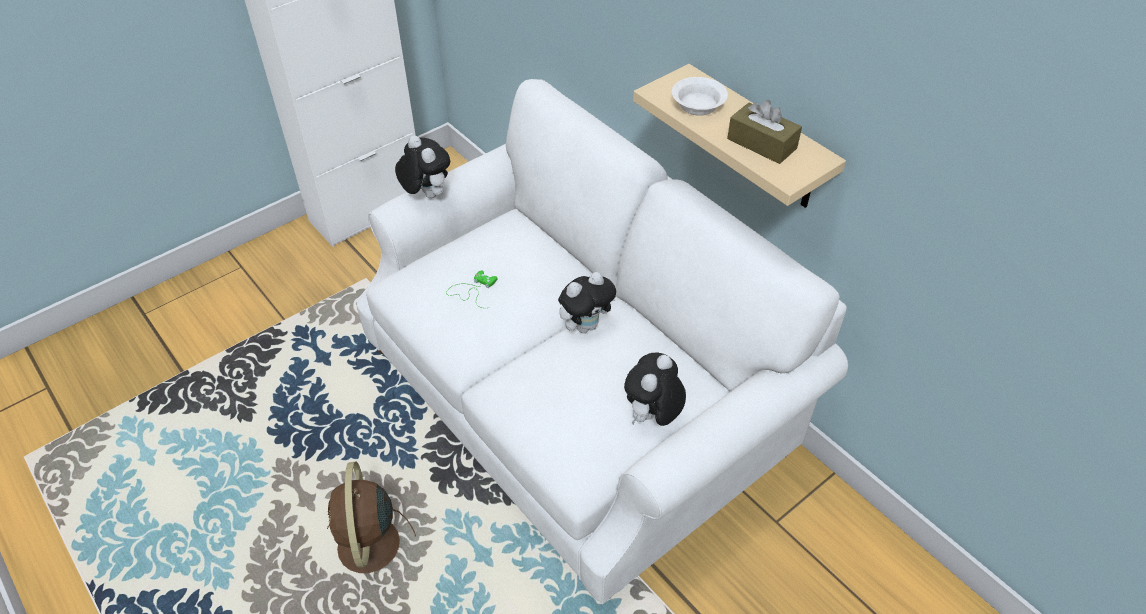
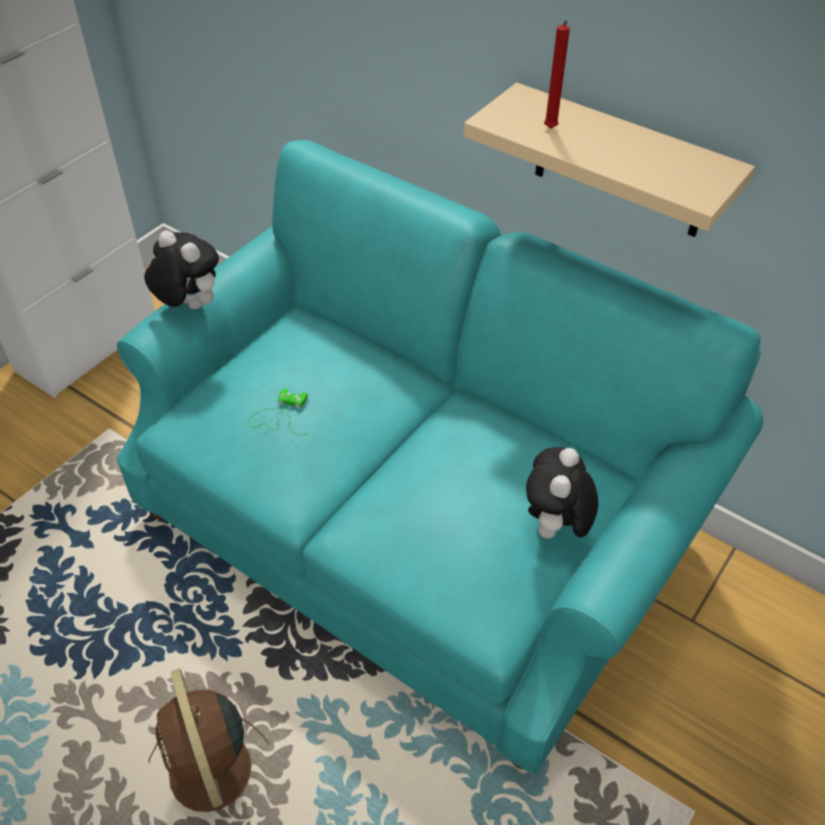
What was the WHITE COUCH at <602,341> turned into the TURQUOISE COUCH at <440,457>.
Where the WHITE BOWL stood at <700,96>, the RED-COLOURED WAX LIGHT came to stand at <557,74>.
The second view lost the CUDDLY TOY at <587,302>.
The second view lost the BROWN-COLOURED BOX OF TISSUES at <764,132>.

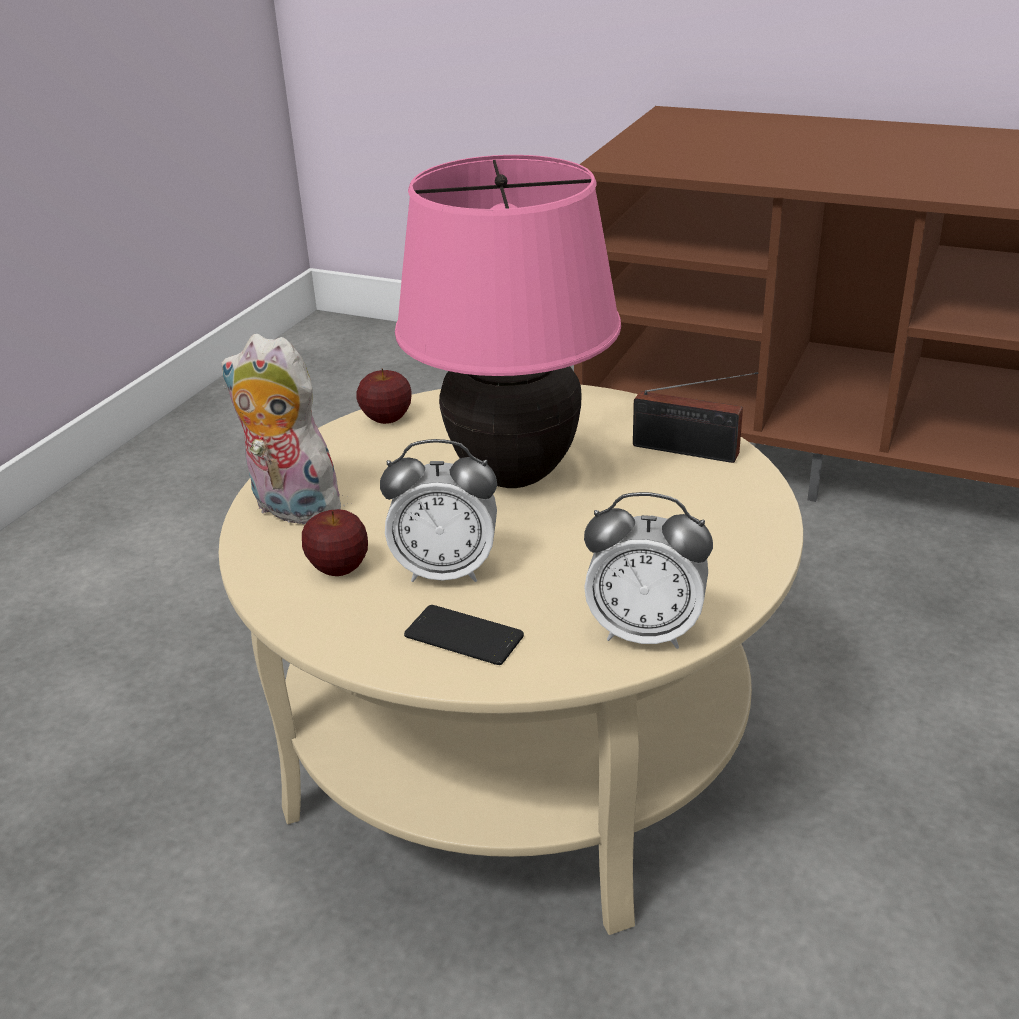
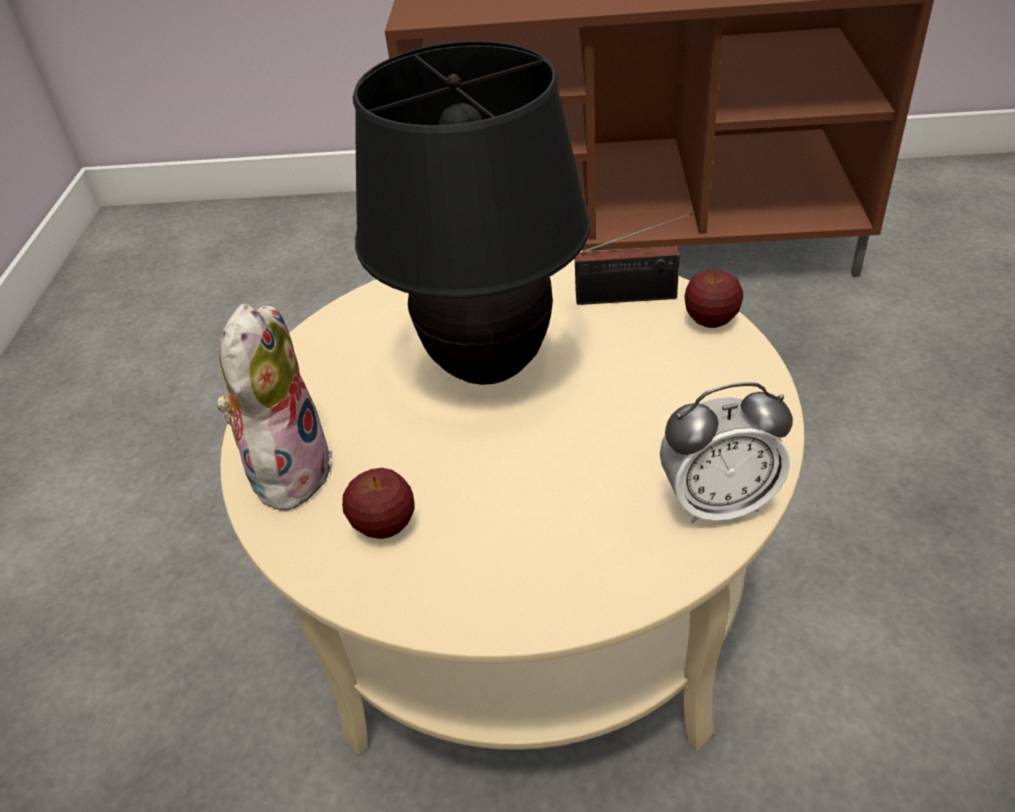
The CUDDLY TOY at <286,430> ended up facing another way, 90 degrees clockwise from before.
What was the PINKISH TABLE LAMP at <508,321> turned into the BLACK-COLOURED TABLE LAMP at <471,213>.
The APPLE FRUIT ended up elsewhere, having gone from <384,396> to <713,299>.
The second view lost the ALARM CLOCK at <438,510>.
The second view lost the HANDSET at <464,635>.

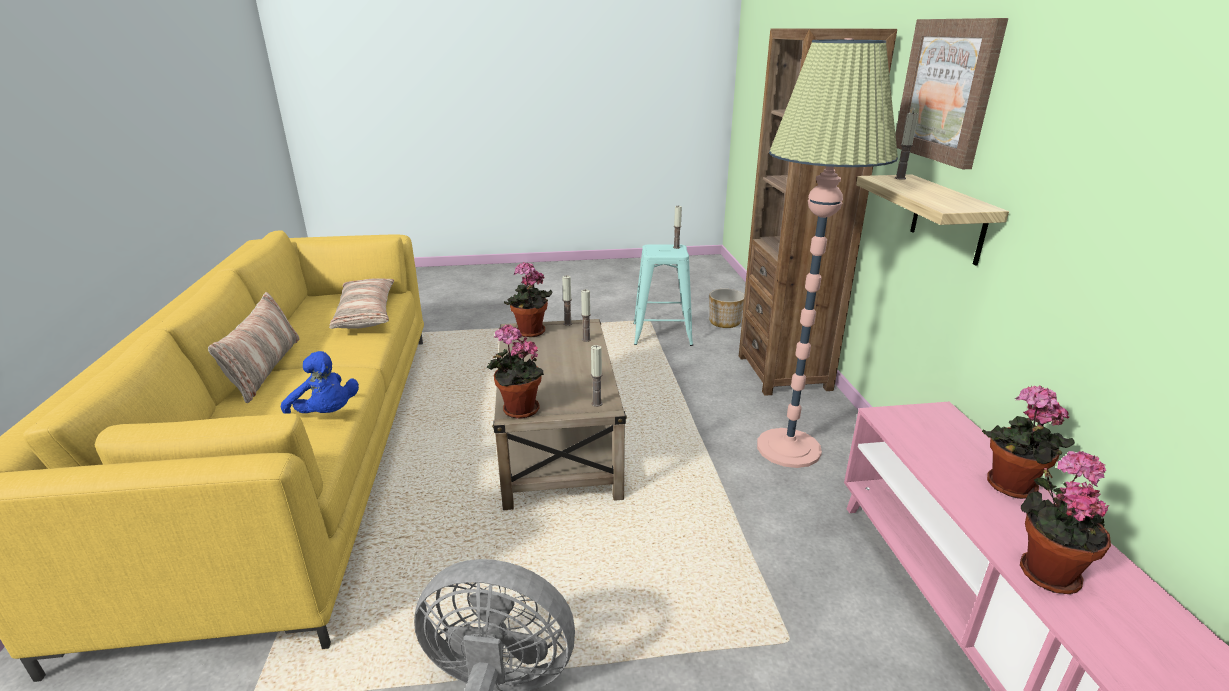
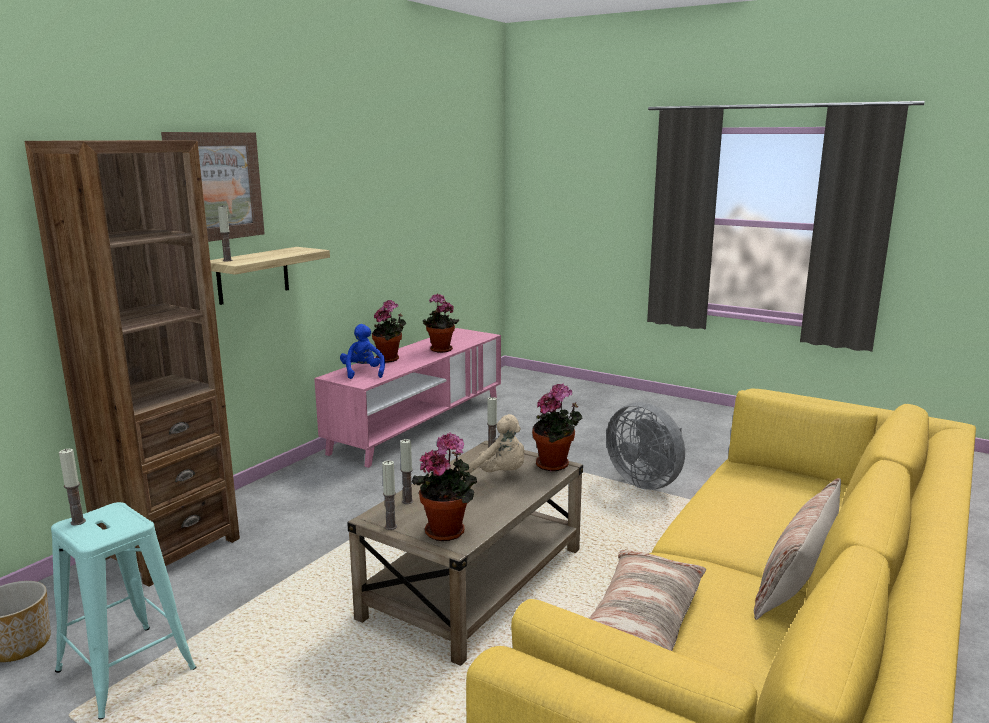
The BLUE CUDDLY TOY ended up elsewhere, having gone from <320,382> to <362,351>.
The second view gained the SAND-COLOURED CUDDLY TOY at <494,443>.
The second view lost the STANDING LAMP at <827,253>.

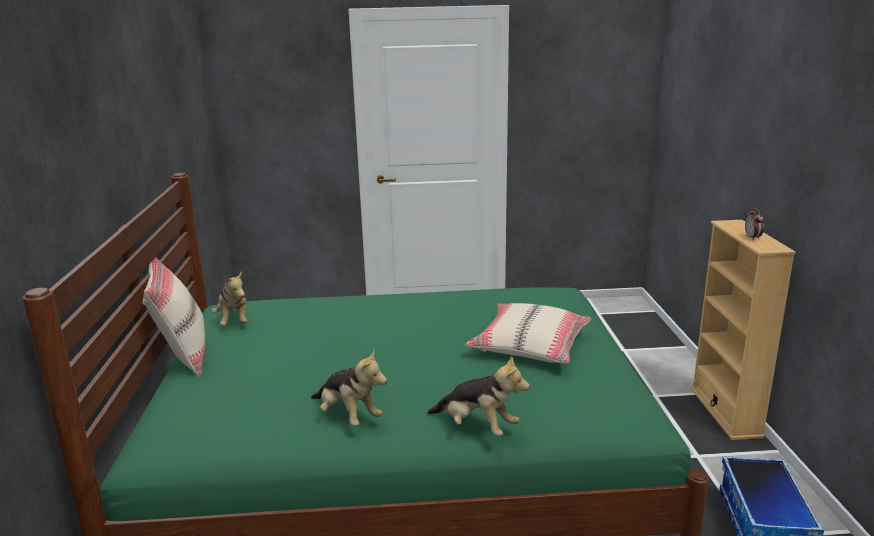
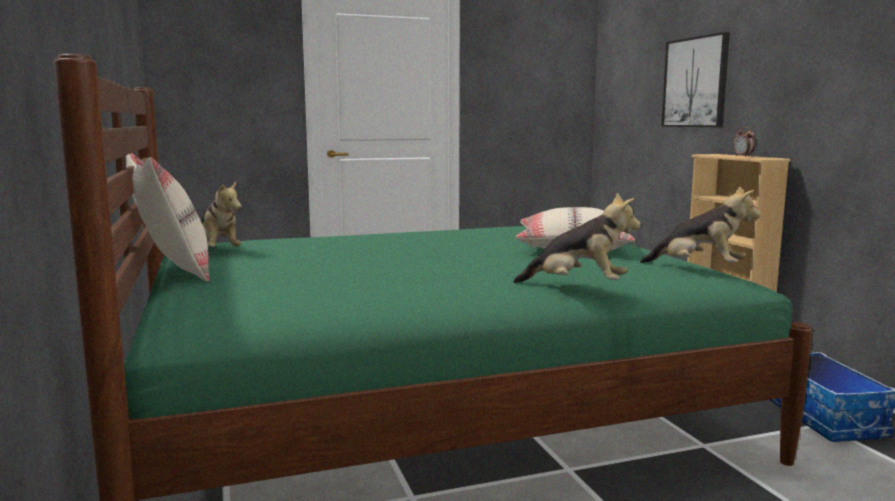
The CUDDLY TOY ended up elsewhere, having gone from <349,388> to <700,224>.
The second view gained the WALL ART at <695,79>.

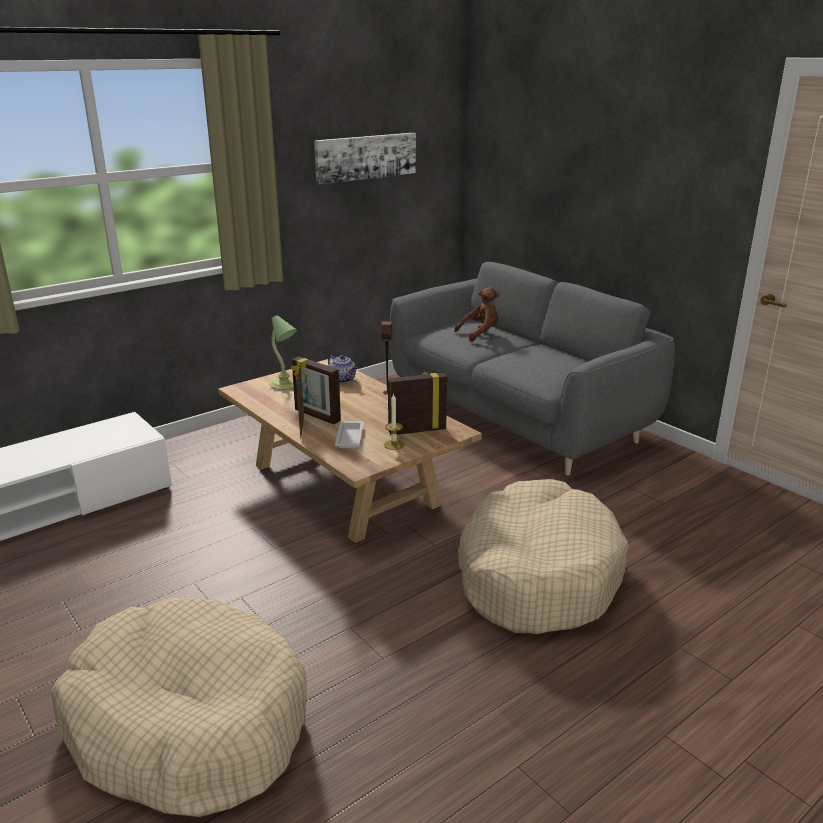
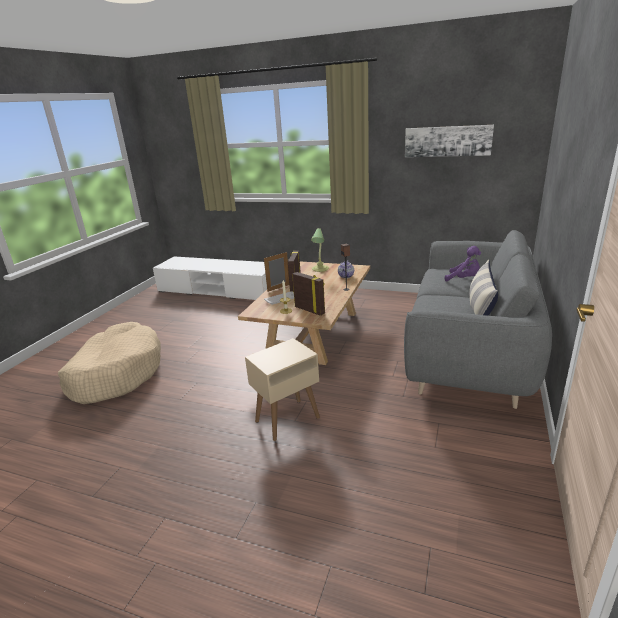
Where the SAND-COLOURED DOG CUSHION stood at <543,556>, the SAND-COLOURED END TABLE came to stand at <282,389>.
What was the BROWN-COLOURED CUDDLY TOY at <477,314> turned into the PURPLE CUDDLY TOY at <463,264>.
The second view gained the PILLOW at <483,288>.

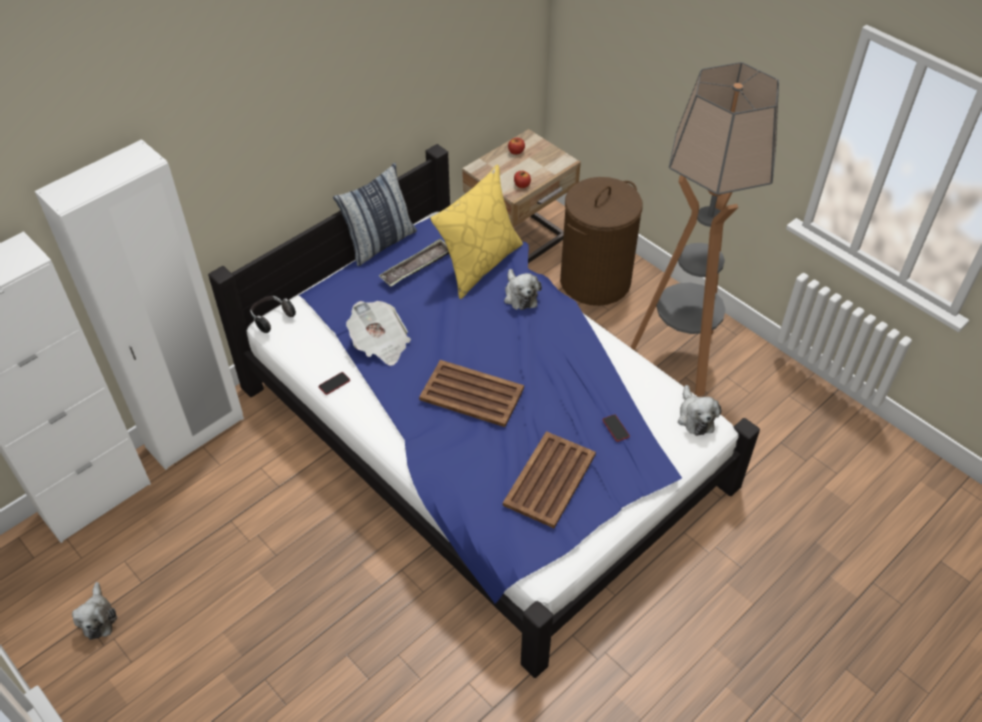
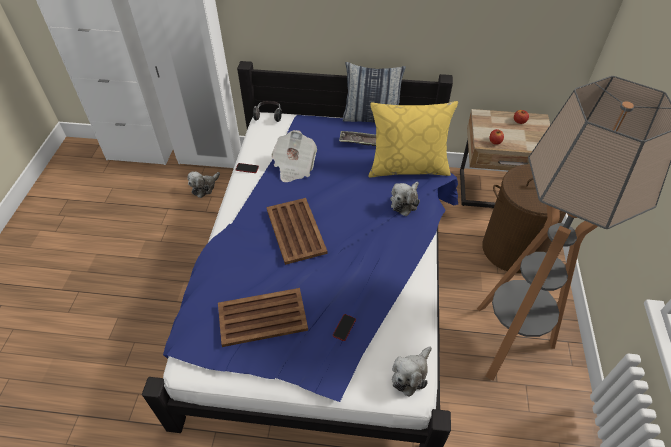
The CUDDLY TOY ended up elsewhere, having gone from <94,611> to <203,185>.

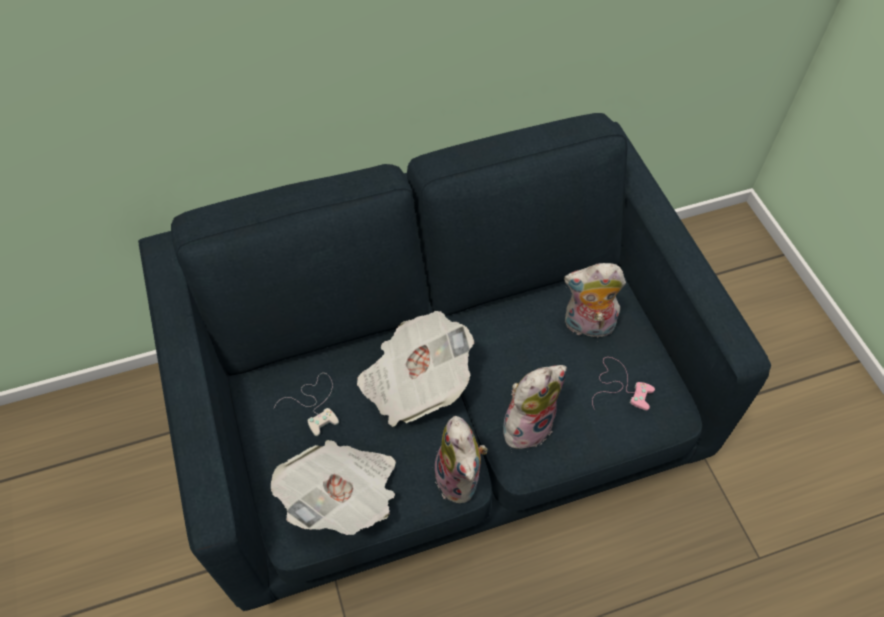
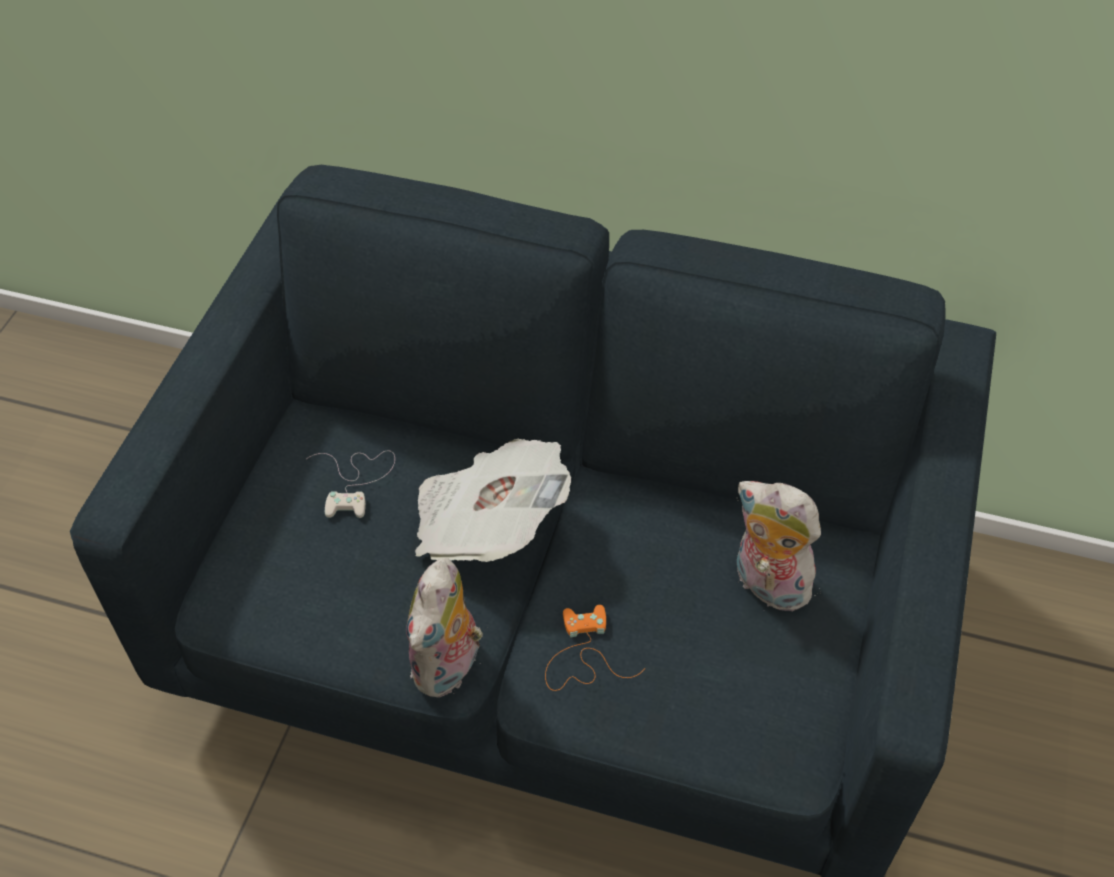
Where the CUDDLY TOY stood at <535,407>, the ORANGE JOYPAD came to stand at <595,648>.
The second view lost the DAILY PAPER at <333,487>.
The second view lost the PINKISH JOYPAD at <623,384>.

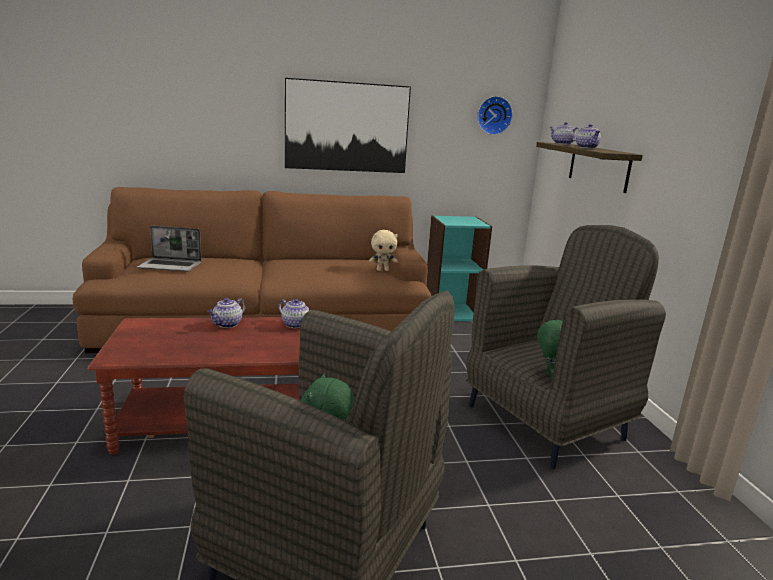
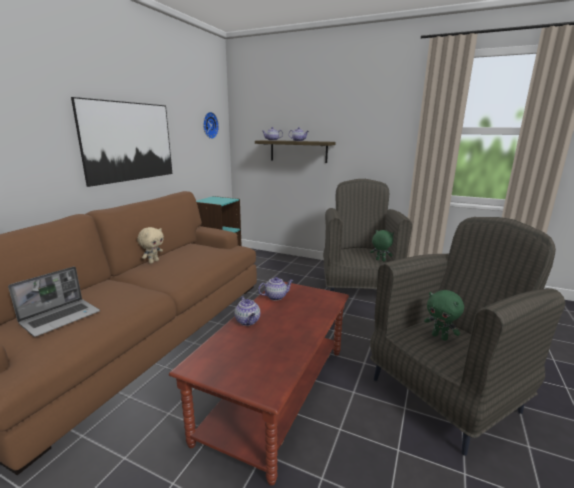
The SAND-COLOURED CUDDLY TOY ended up elsewhere, having gone from <383,250> to <150,245>.

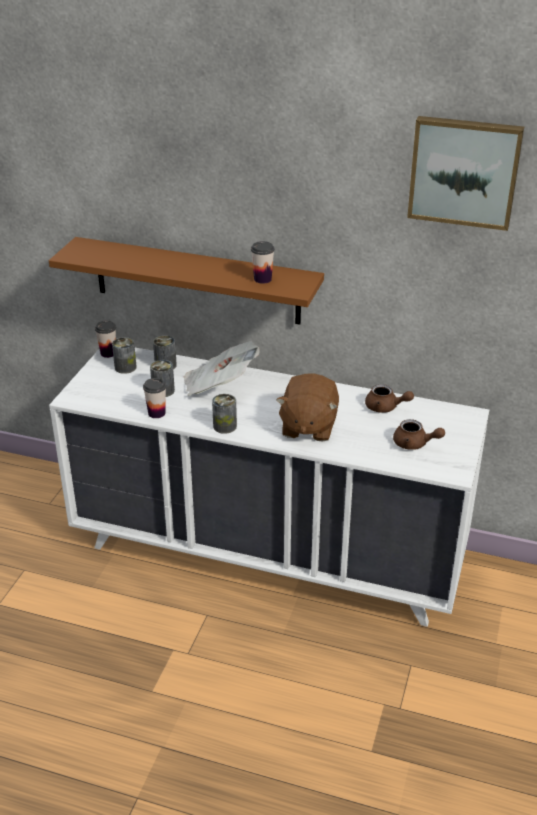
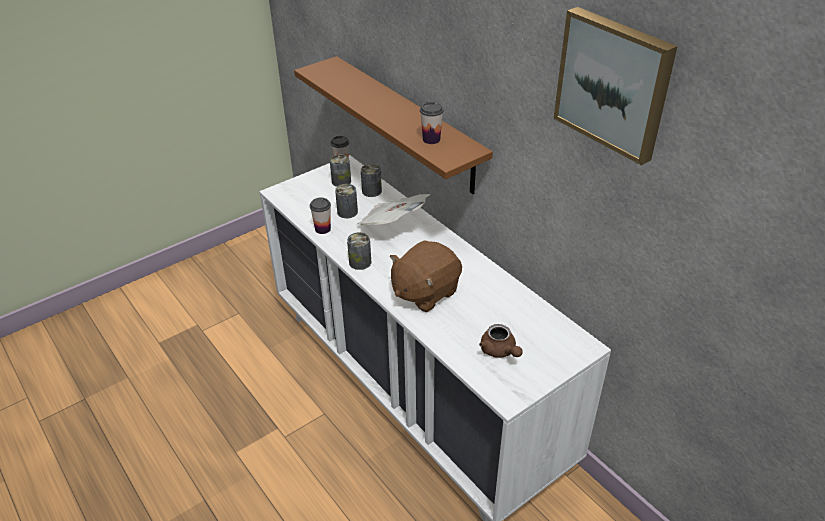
The second view lost the BROWN-COLOURED TEA POT at <389,398>.

